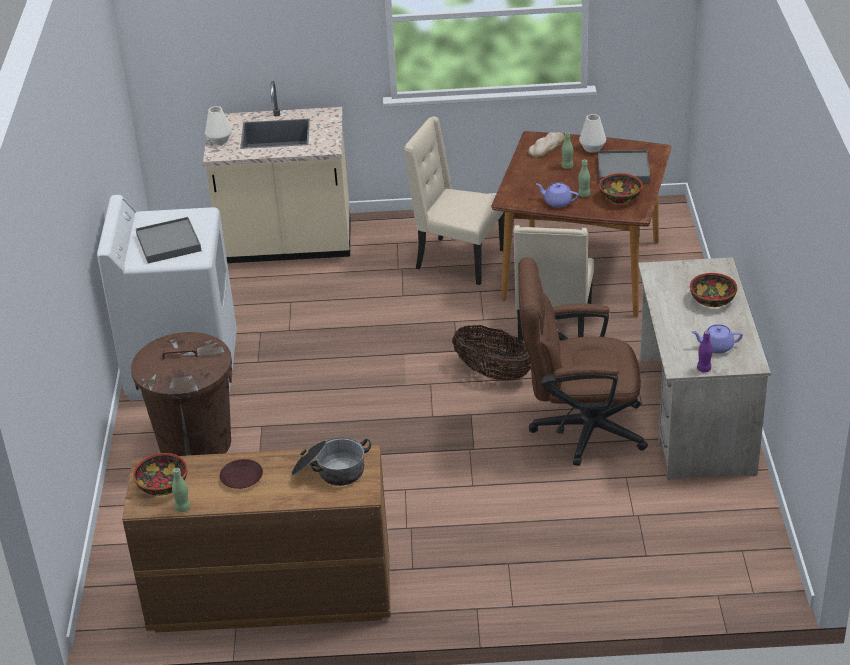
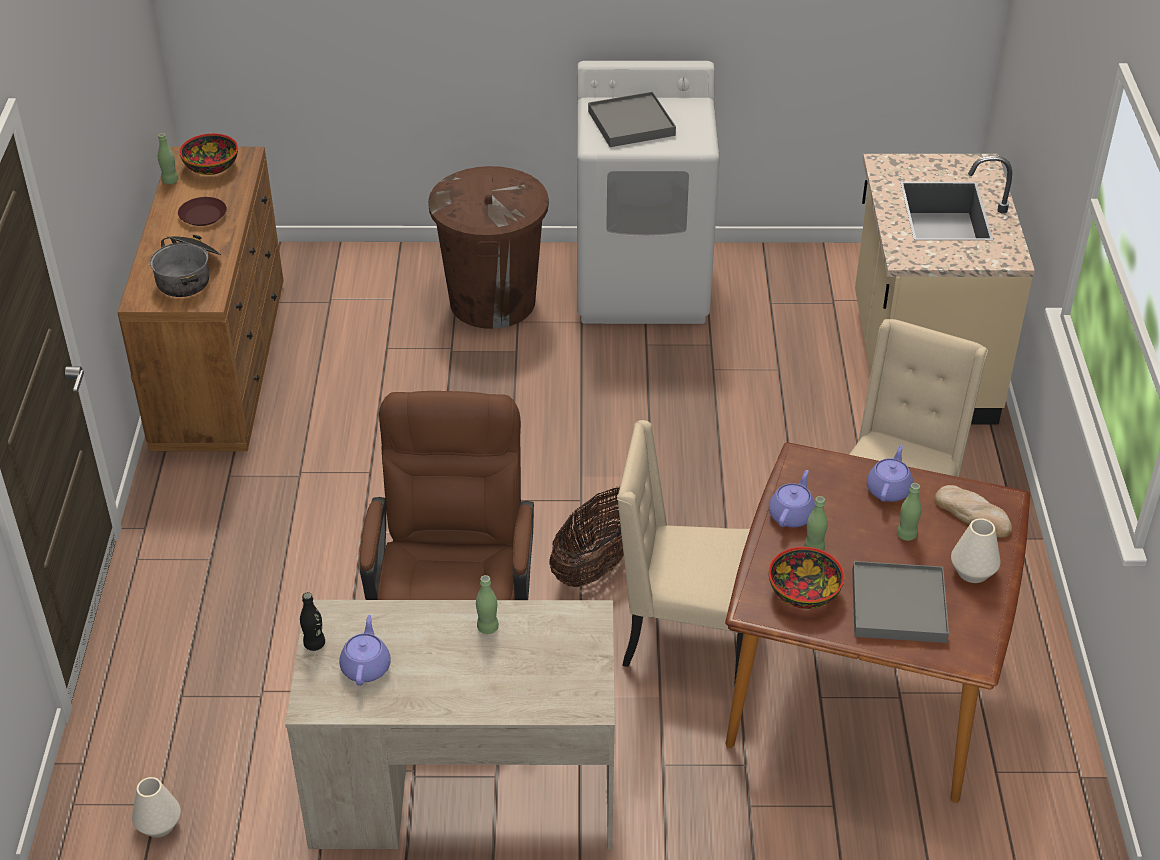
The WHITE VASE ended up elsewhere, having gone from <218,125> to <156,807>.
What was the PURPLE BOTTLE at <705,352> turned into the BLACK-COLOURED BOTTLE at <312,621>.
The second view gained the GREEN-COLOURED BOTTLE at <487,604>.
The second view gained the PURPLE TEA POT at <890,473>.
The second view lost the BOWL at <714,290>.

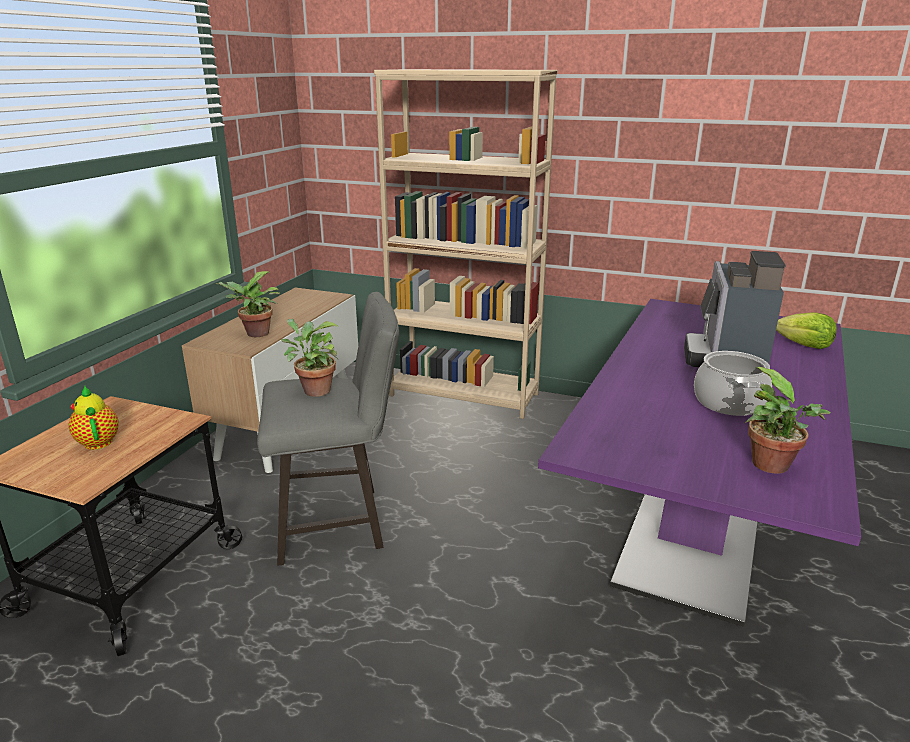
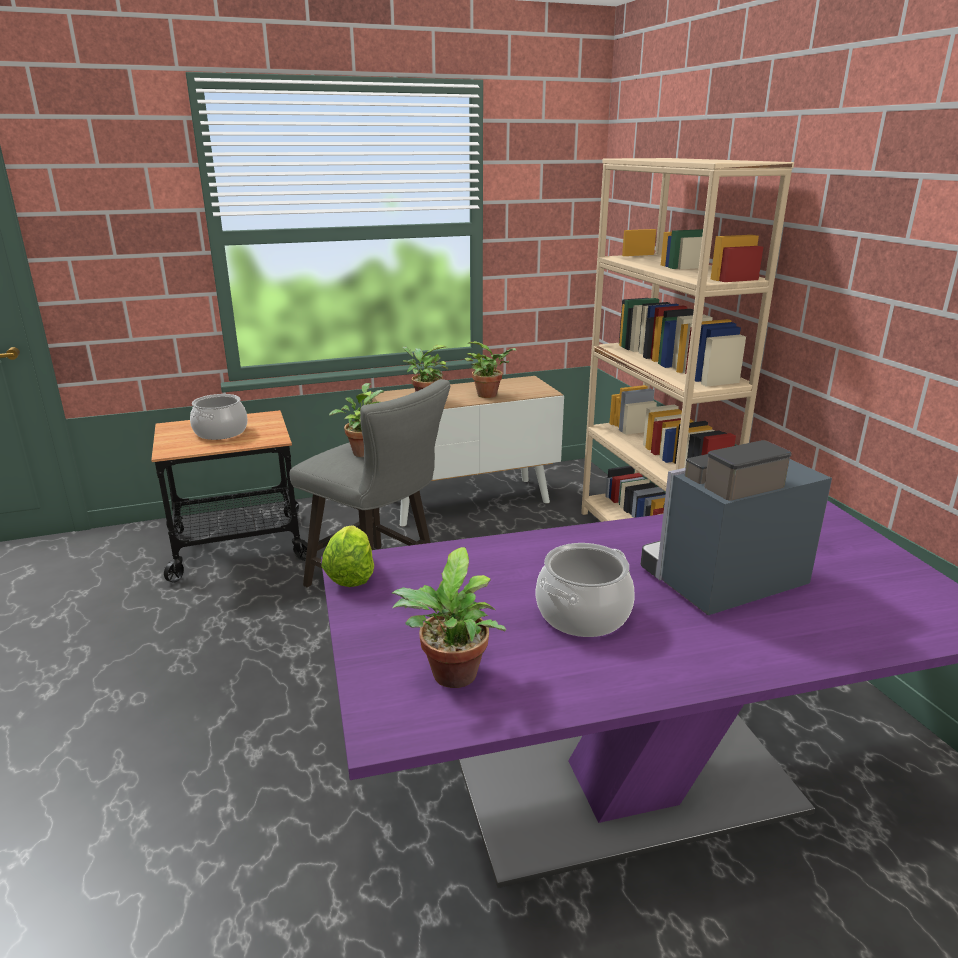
Where the TEA POT stood at <94,418>, the STOCKPOT came to stand at <219,417>.
The LETTUCE ended up elsewhere, having gone from <806,330> to <347,556>.
The second view gained the PLANT IN A POT at <490,369>.

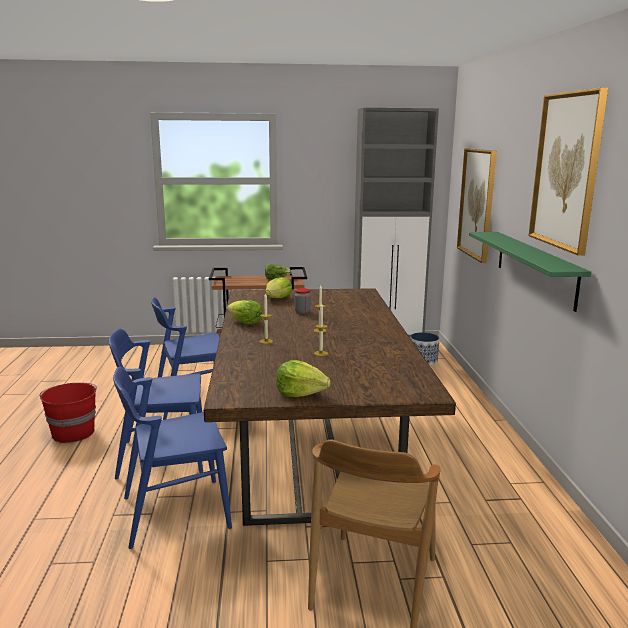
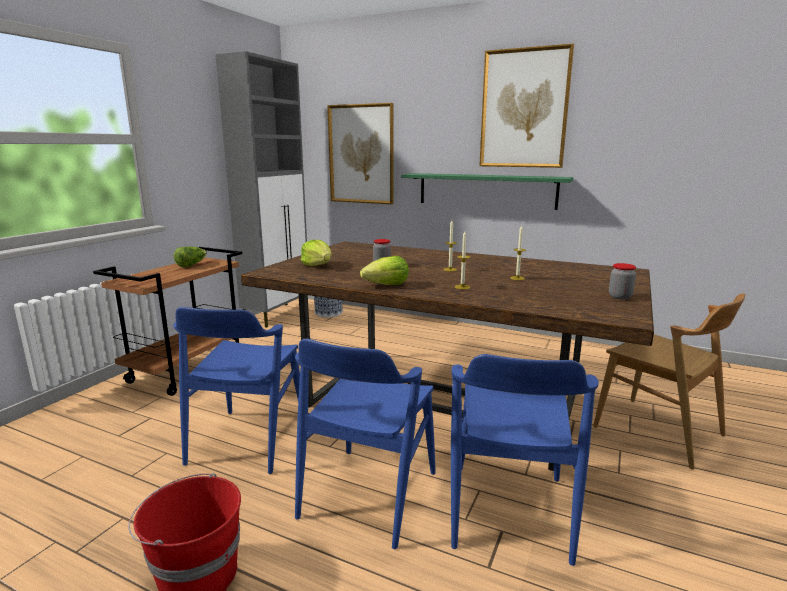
Where the LETTUCE stood at <303,378>, the STORAGE JAR came to stand at <622,281>.

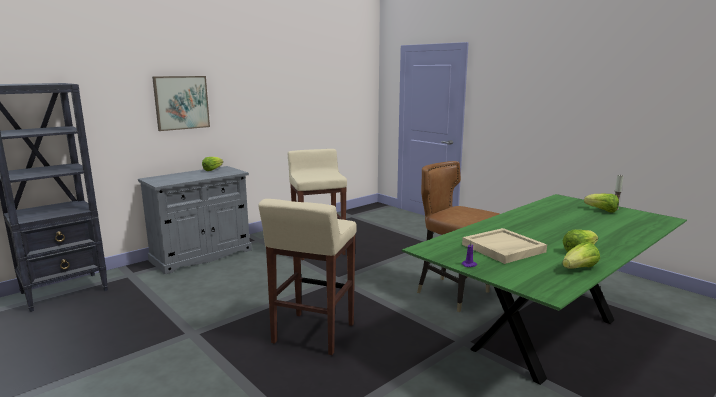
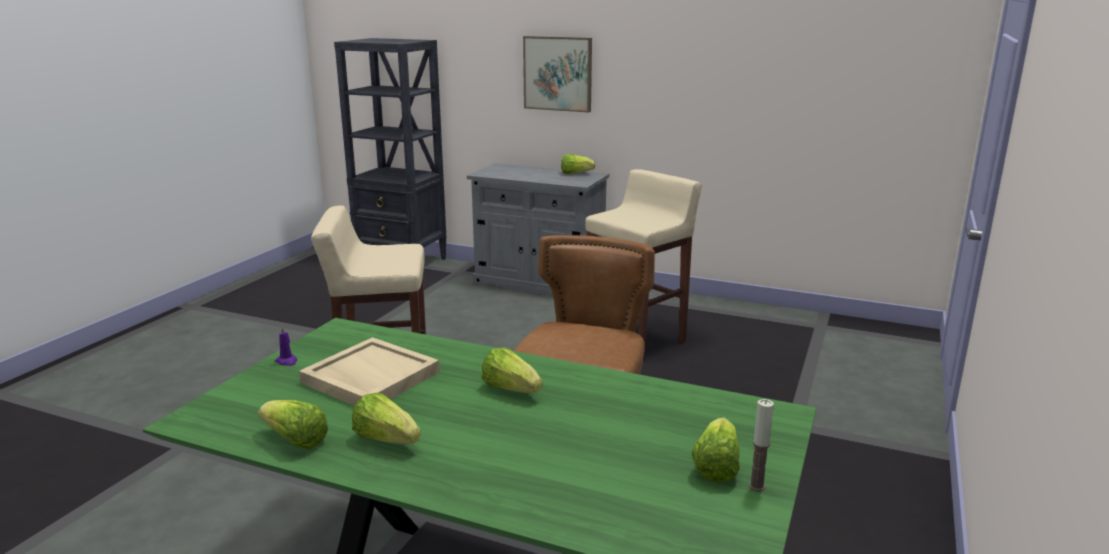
The second view gained the LETTUCE at <512,370>.

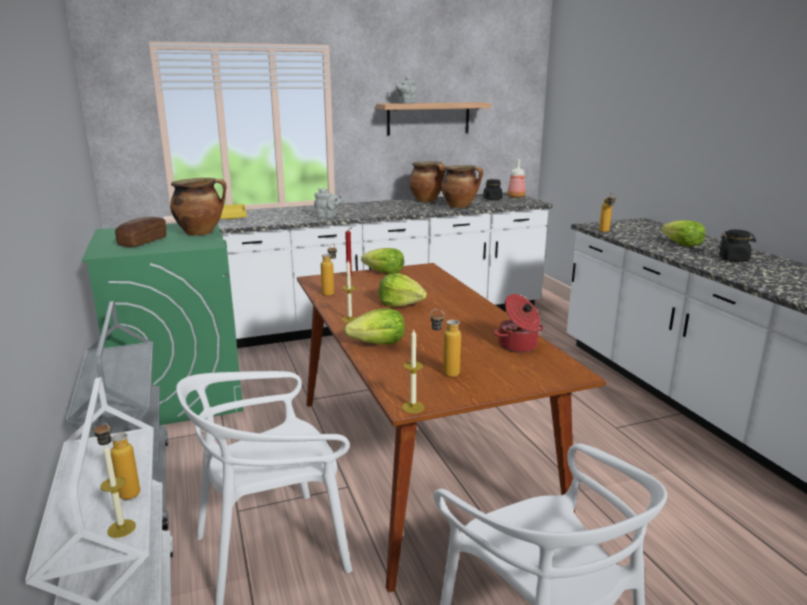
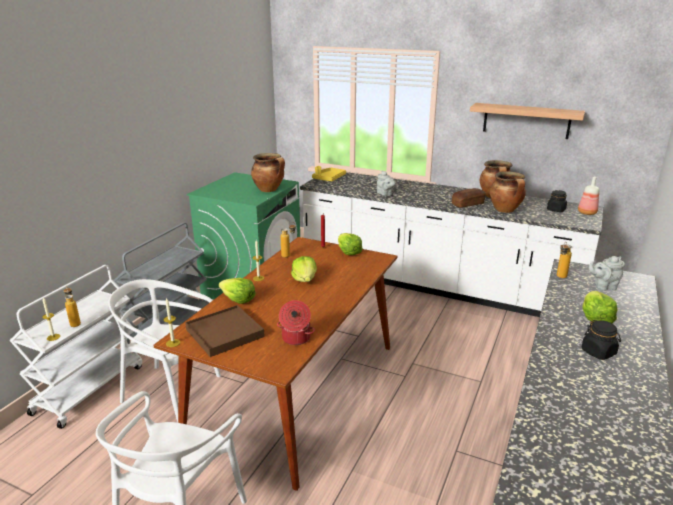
Where the BOTTLE stood at <445,343>, the BROWN-COLOURED CARRYING TRAY came to stand at <225,331>.
The BAKED BREAD ended up elsewhere, having gone from <141,231> to <469,198>.
The GRAY TEA POT ended up elsewhere, having gone from <406,89> to <607,273>.

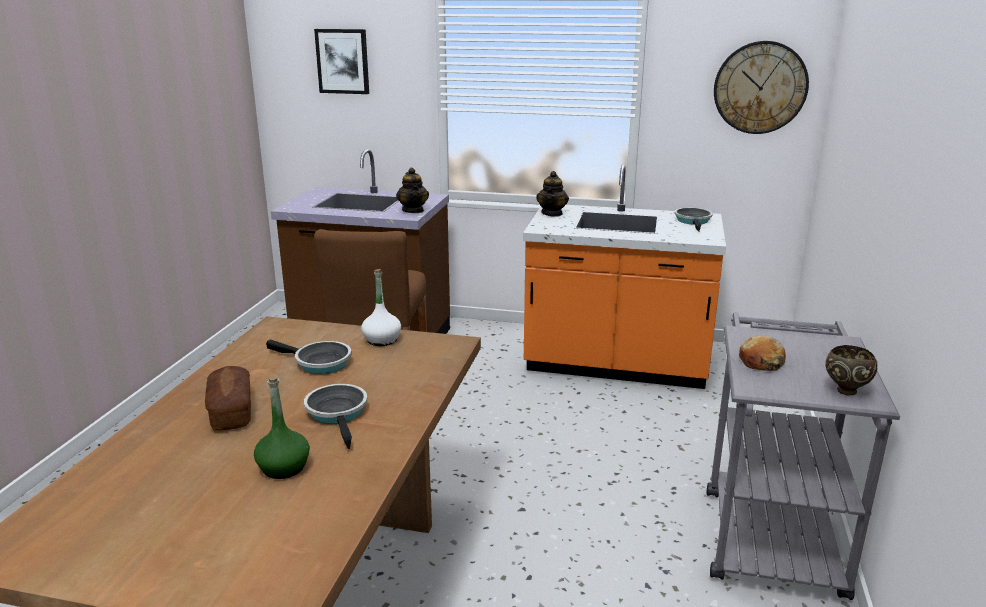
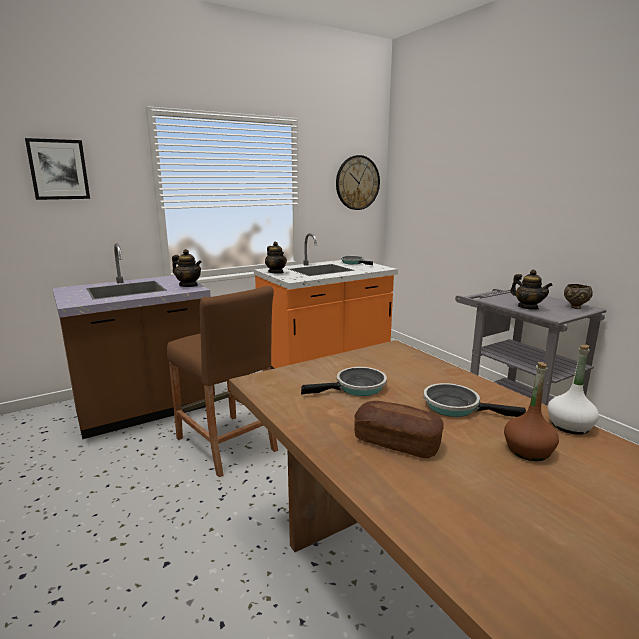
What was the GREEN-COLOURED BOTTLE at <282,426> turned into the BROWN-COLOURED BOTTLE at <531,411>.
Where the BAKED BREAD stood at <762,353>, the TEA POT came to stand at <531,290>.
The WHITE BOTTLE ended up elsewhere, having gone from <381,307> to <573,390>.

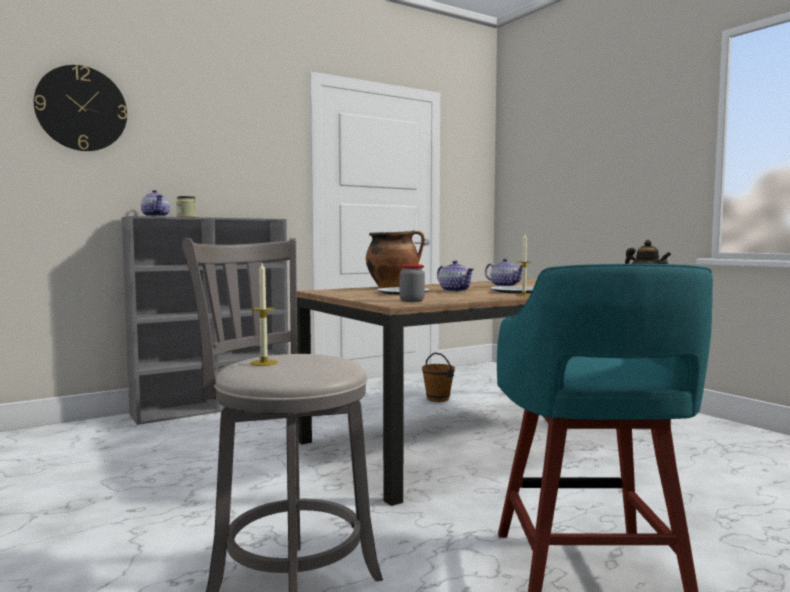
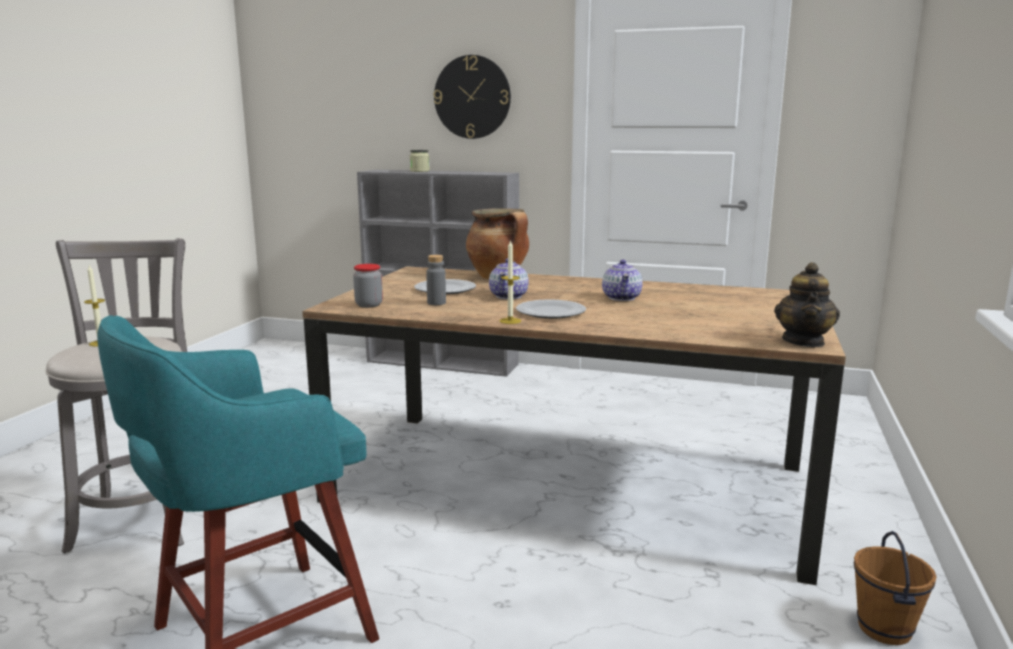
The second view gained the GRAY BOTTLE at <436,280>.
The HANGING CLOCK ended up elsewhere, having gone from <80,108> to <472,97>.
The BROWN-COLOURED PAIL ended up elsewhere, having gone from <438,377> to <895,588>.
The second view lost the TEA POT at <155,203>.

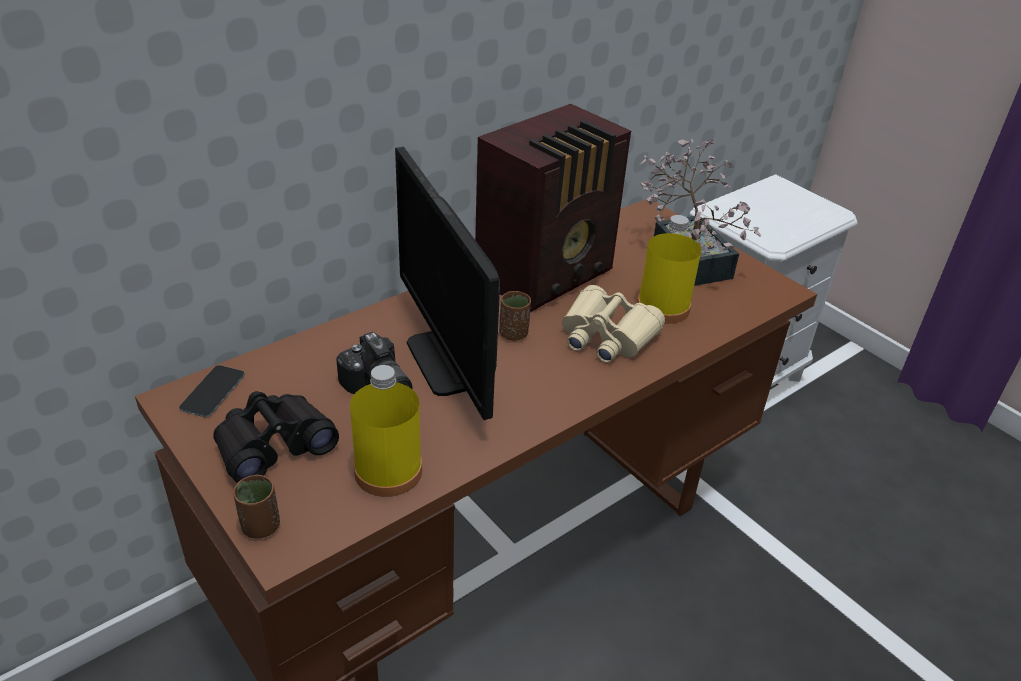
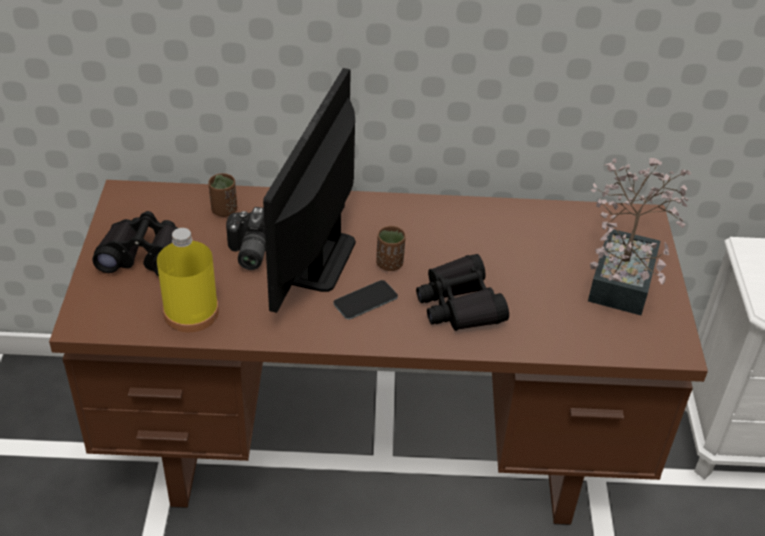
The BROWN-COLOURED CUP ended up elsewhere, having gone from <256,507> to <222,195>.
The HANDSET ended up elsewhere, having gone from <212,391> to <365,300>.
What was the SAND-COLOURED BINOCULARS at <613,324> turned into the BLACK-COLOURED BINOCULARS at <462,292>.
The second view lost the RADIO at <553,208>.
The second view lost the YELLOWISH BOTTLE at <669,269>.

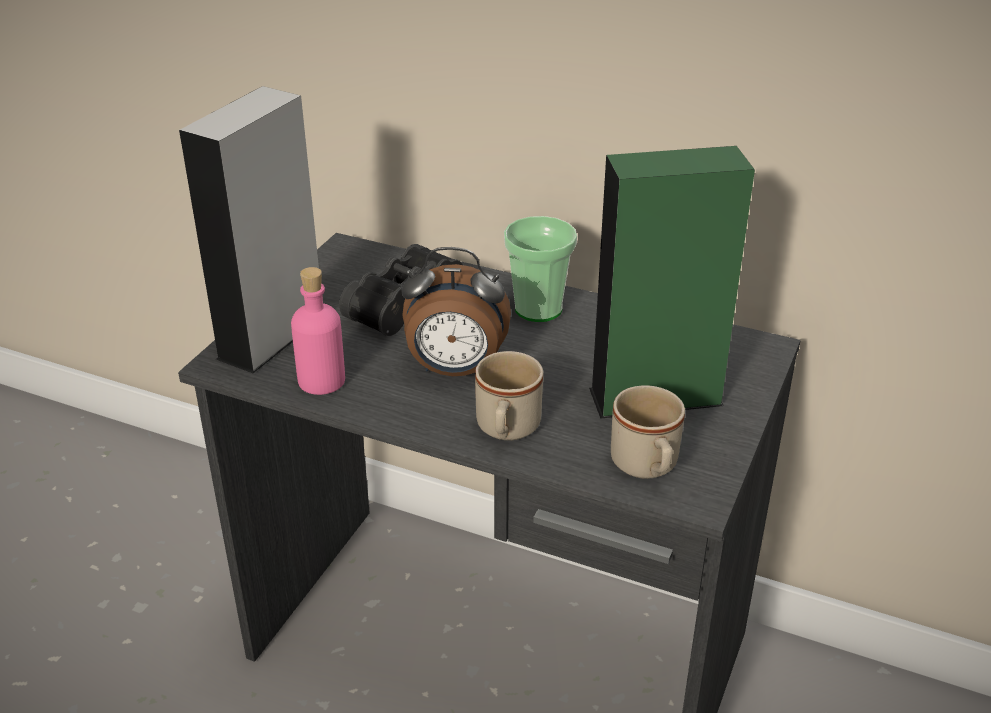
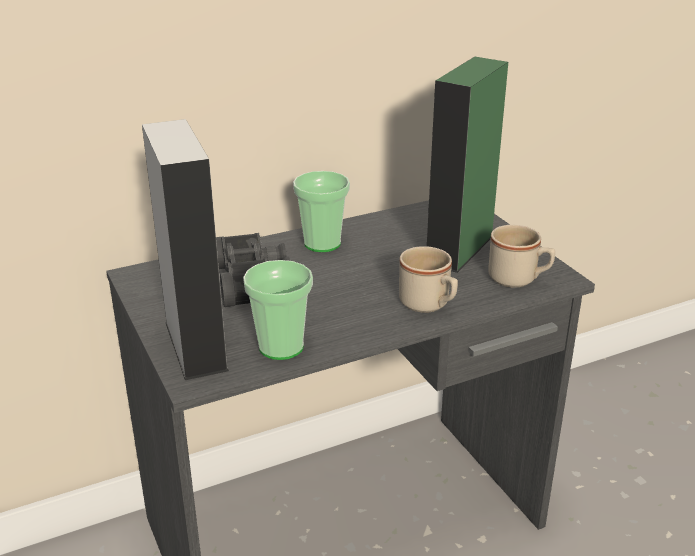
Where the PINKISH BOTTLE stood at <318,331>, the CUP came to stand at <278,310>.
The second view lost the ALARM CLOCK at <456,311>.

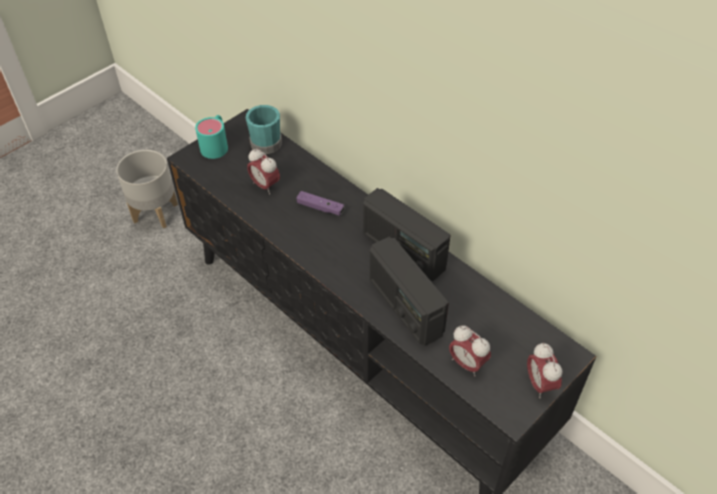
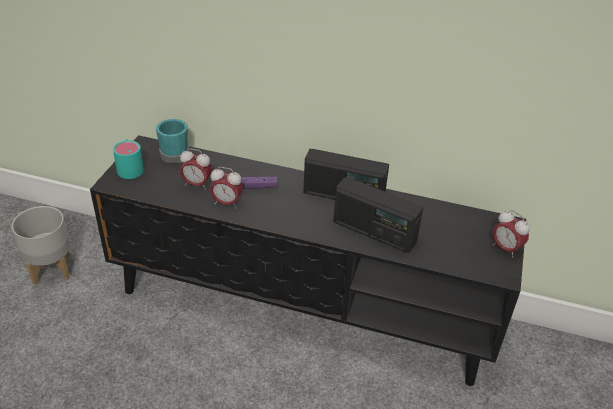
The ALARM CLOCK ended up elsewhere, having gone from <470,350> to <226,188>.

